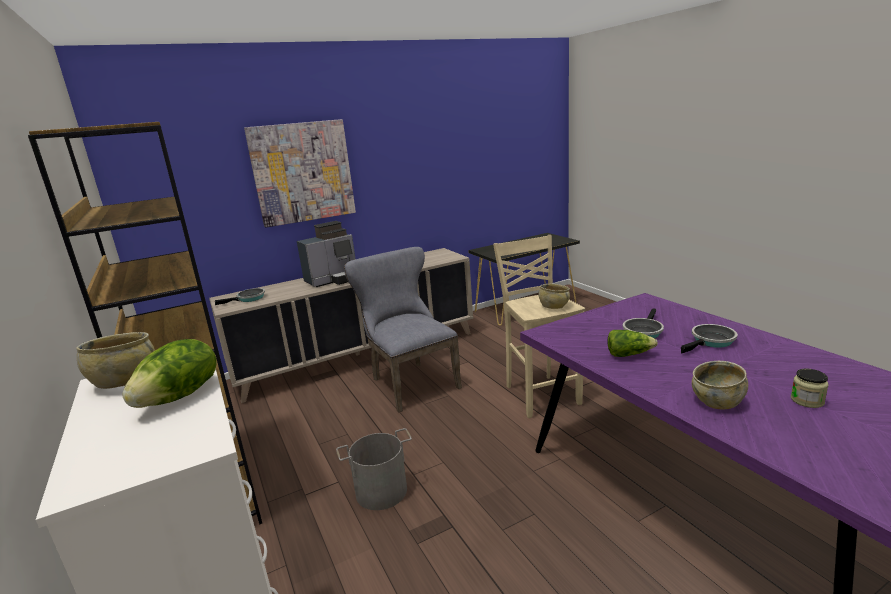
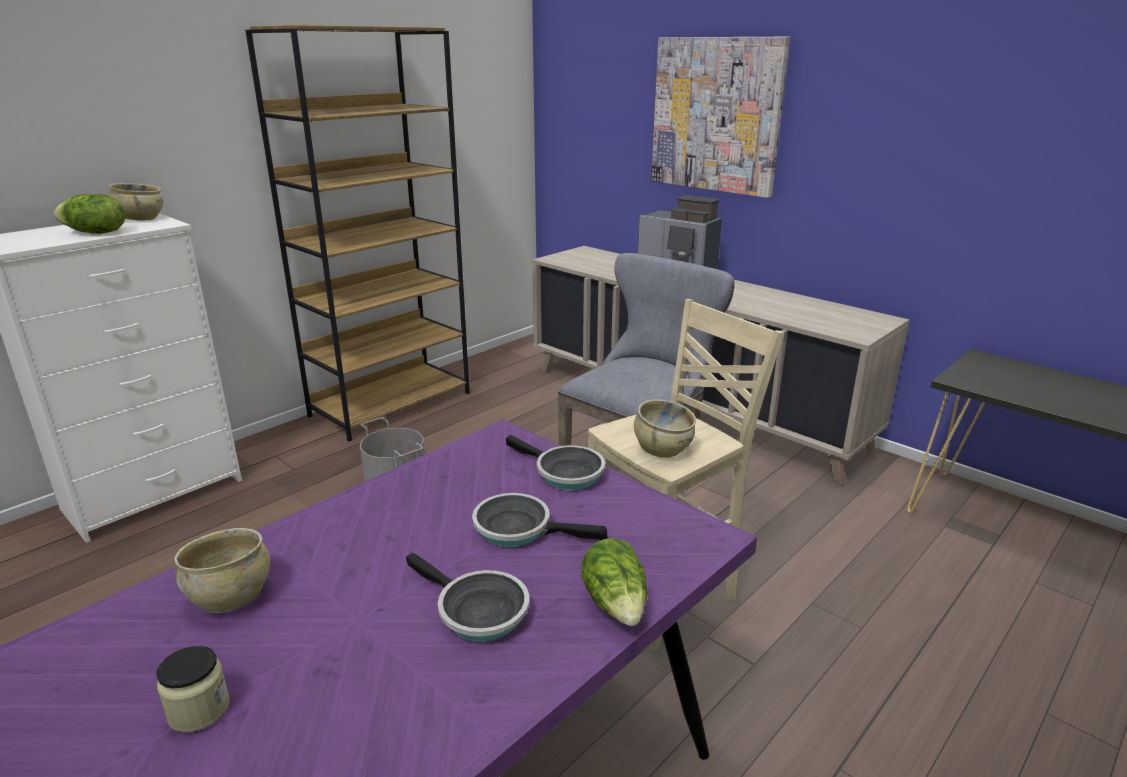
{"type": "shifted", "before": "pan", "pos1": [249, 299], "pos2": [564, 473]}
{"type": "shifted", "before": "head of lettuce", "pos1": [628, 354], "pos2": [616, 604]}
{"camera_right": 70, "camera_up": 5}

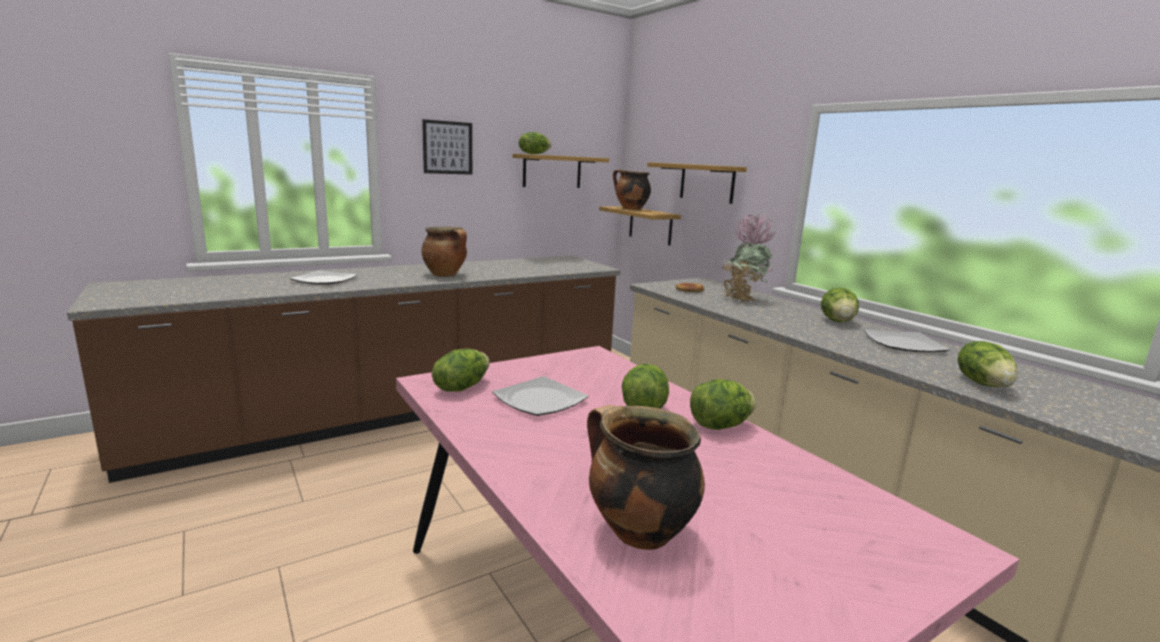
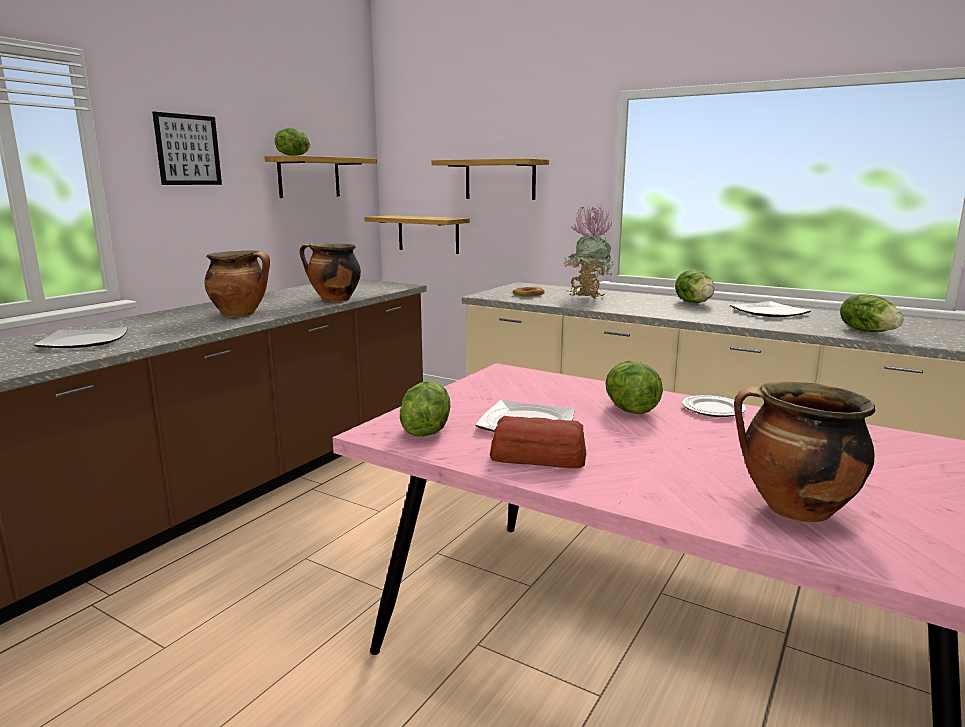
{"type": "shifted", "before": "cooking pot", "pos1": [630, 209], "pos2": [334, 300]}
{"type": "swapped", "before": "head of lettuce", "after": "dinner plate", "pos1": [719, 426], "pos2": [712, 409]}
{"type": "new", "after": "bread", "pos2": [537, 456]}
{"camera_right": -25, "camera_up": 0}

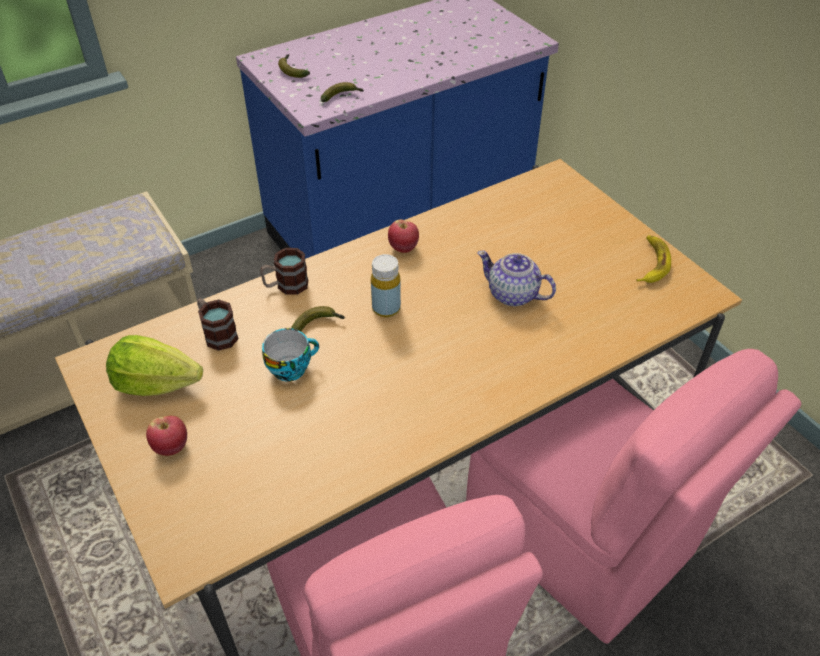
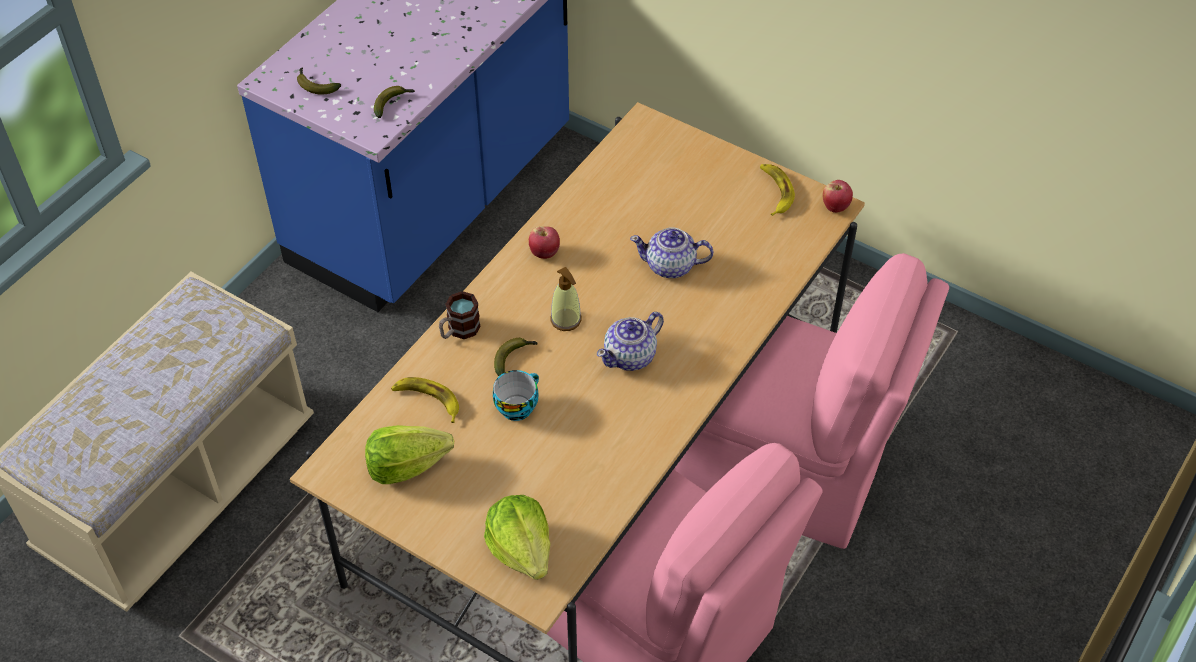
{"type": "shifted", "before": "apple", "pos1": [171, 447], "pos2": [835, 207]}
{"type": "swapped", "before": "tea mug", "after": "banana fruit", "pos1": [217, 334], "pos2": [427, 400]}
{"type": "swapped", "before": "beverage bottle in yellowish", "after": "liquid soap bottle", "pos1": [386, 308], "pos2": [566, 320]}
{"type": "new", "after": "head of lettuce", "pos2": [521, 548]}
{"type": "new", "after": "pot for tea", "pos2": [631, 356]}
{"camera_right": -25, "camera_up": 5}

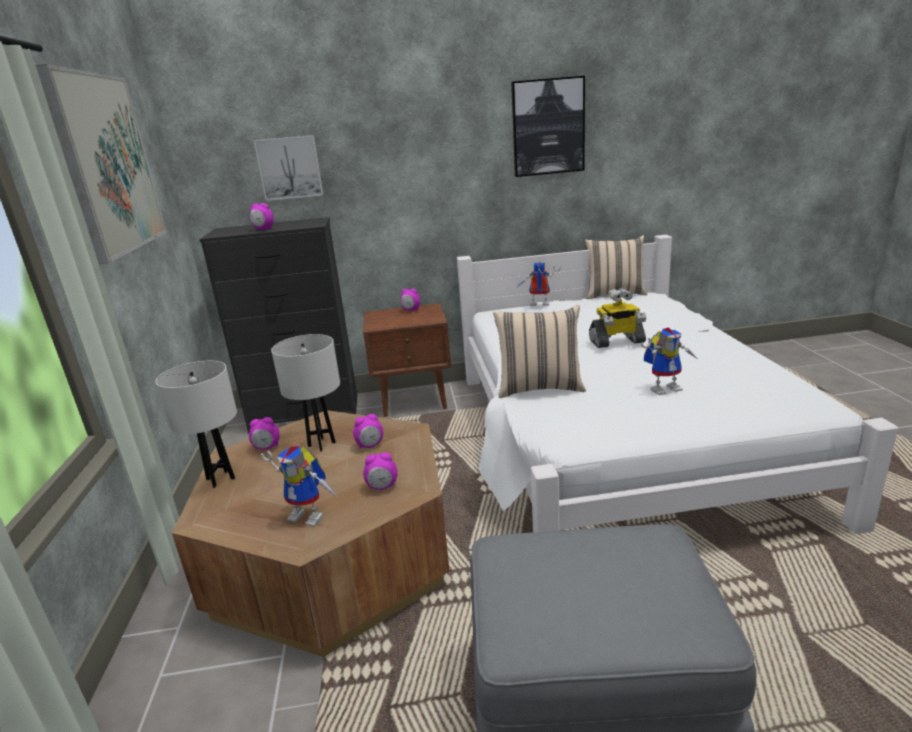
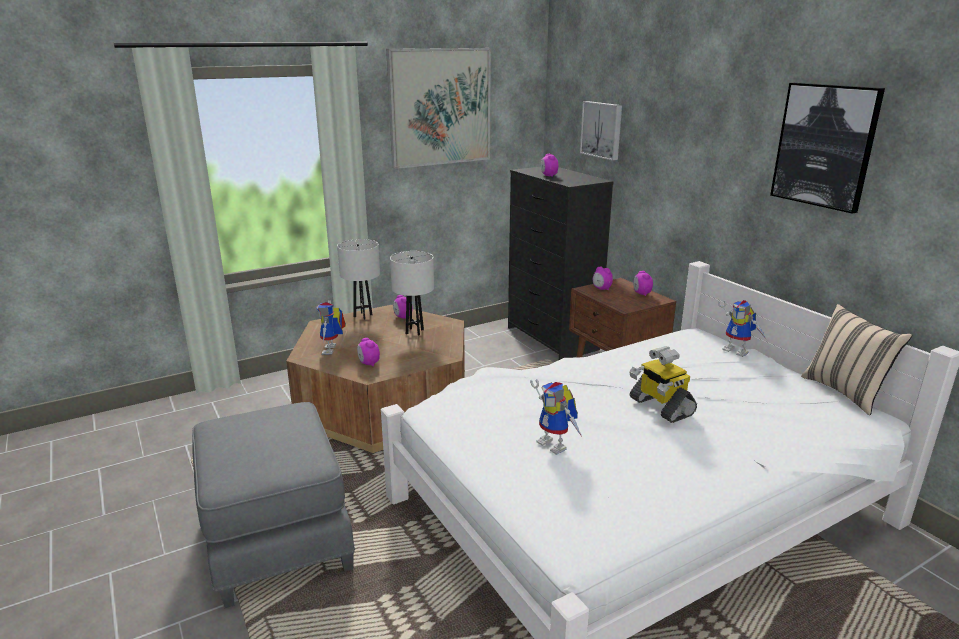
{"type": "shifted", "before": "alarm clock", "pos1": [370, 446], "pos2": [601, 289]}
{"type": "gone", "before": "throw pillow in beige-coloured", "pos1": [539, 388]}
{"type": "rotated", "before": "toy robot", "pos1": [537, 306], "pos2": [738, 351], "turn": 150}
{"camera_right": 65, "camera_up": 0}

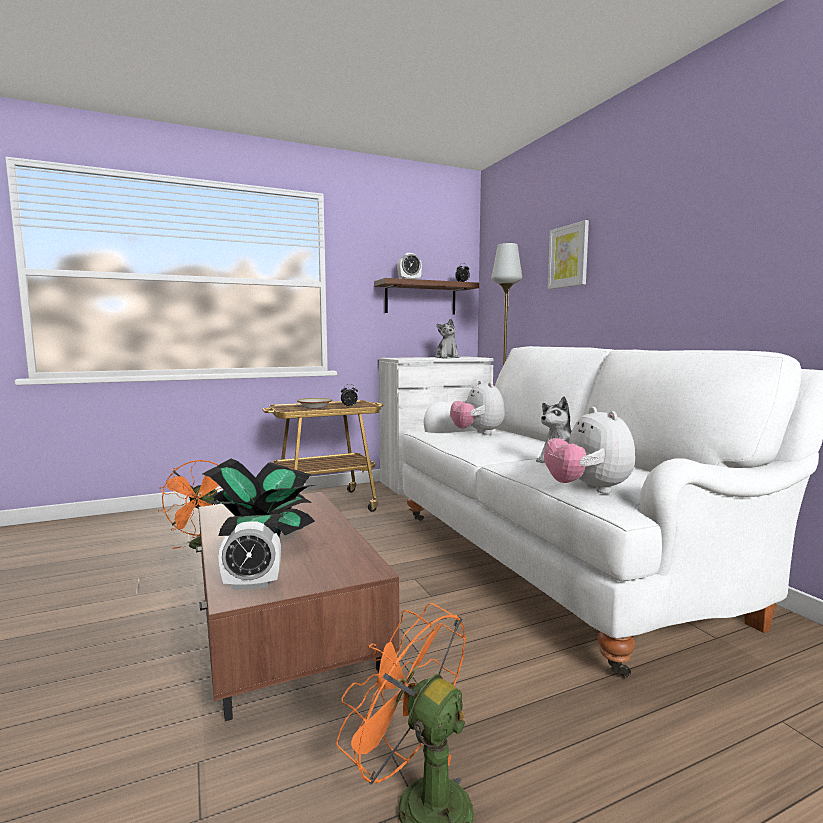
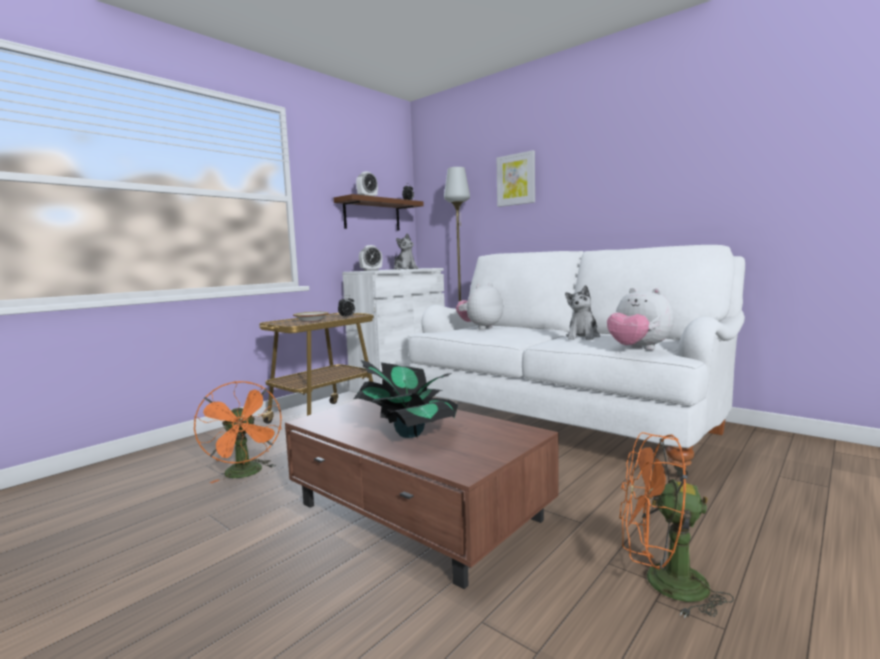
{"type": "shifted", "before": "alarm clock", "pos1": [252, 584], "pos2": [371, 270]}
{"type": "rotated", "before": "cuddly toy", "pos1": [477, 433], "pos2": [480, 328], "turn": 90}
{"camera_right": -25, "camera_up": 0}

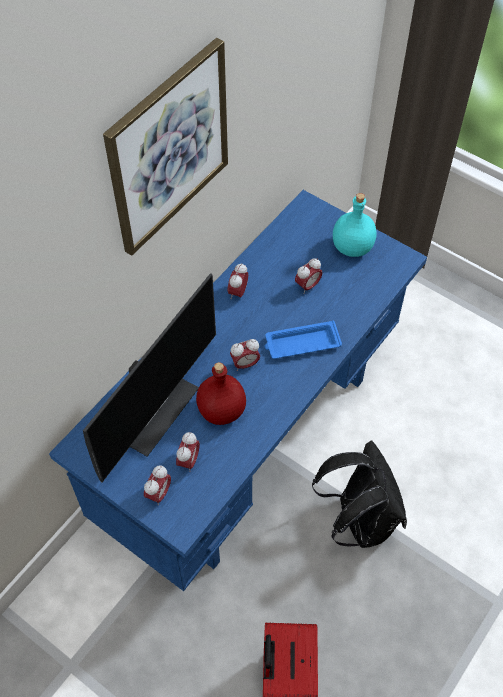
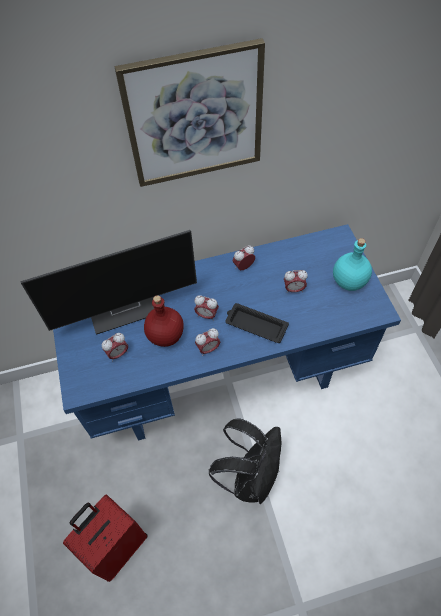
{"type": "shifted", "before": "alarm clock", "pos1": [159, 493], "pos2": [208, 349]}
{"type": "repainted", "before": "tray in blue-coloured", "after": "tray in blackish", "pos1": [301, 343], "pos2": [255, 325]}
{"camera_right": 40, "camera_up": 0}

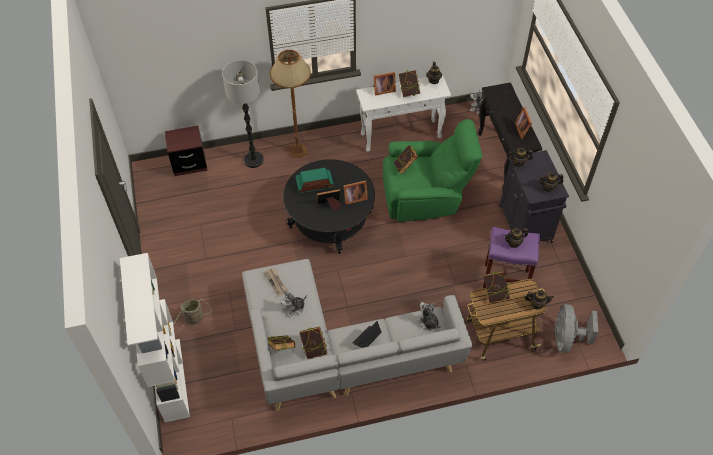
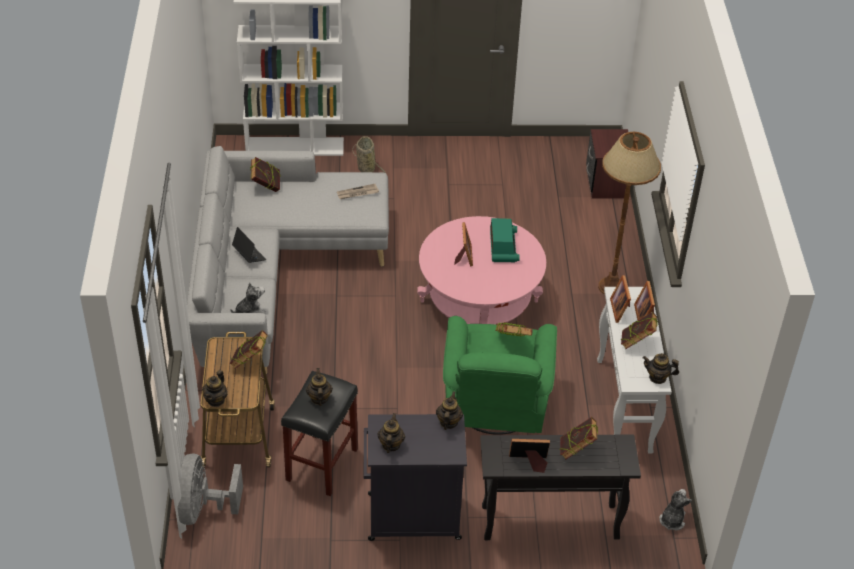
{"type": "gone", "before": "standing lamp", "pos1": [253, 160]}
{"type": "gone", "before": "cuddly toy", "pos1": [294, 308]}
{"type": "repainted", "before": "low table in blackish", "after": "low table in pink", "pos1": [330, 220], "pos2": [479, 301]}
{"type": "shifted", "before": "book", "pos1": [314, 349], "pos2": [576, 451]}
{"type": "shifted", "before": "photo frame", "pos1": [354, 198], "pos2": [621, 309]}
{"type": "repainted", "before": "stool in purple-coloured", "after": "stool in blackish", "pos1": [506, 280], "pos2": [322, 465]}
{"type": "rotated", "before": "electric fan in greyish", "pos1": [567, 338], "pos2": [203, 508], "turn": -105}
{"camera_right": 100, "camera_up": -10}

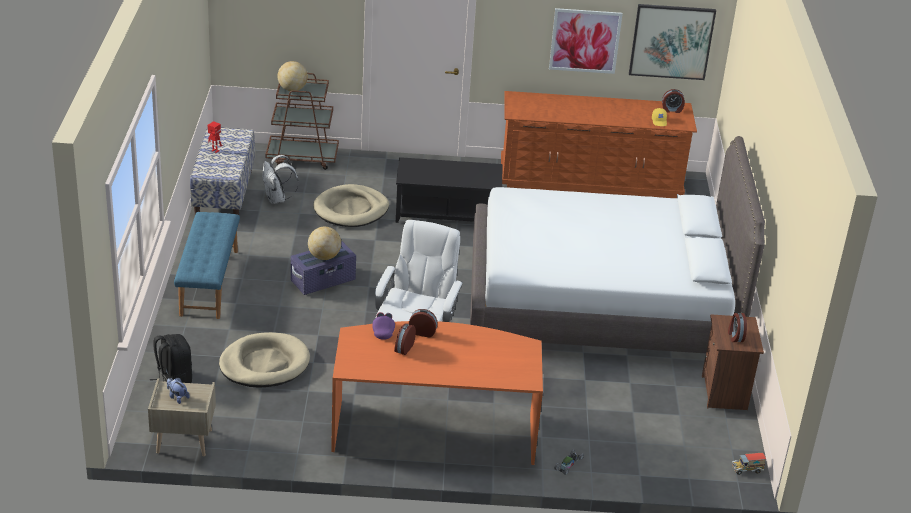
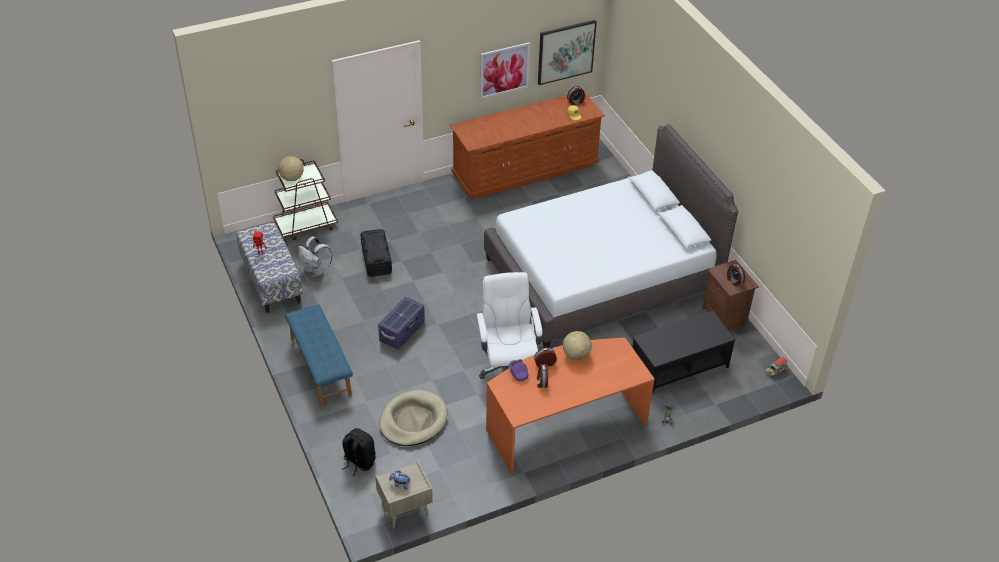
{"type": "shifted", "before": "desk globe", "pos1": [324, 257], "pos2": [576, 355]}
{"type": "swapped", "before": "dog cushion in beige-coloured", "after": "storage container in blackish", "pos1": [351, 209], "pos2": [376, 260]}
{"type": "shifted", "before": "low table in blackish", "pos1": [447, 212], "pos2": [678, 365]}
{"camera_right": -25, "camera_up": 10}

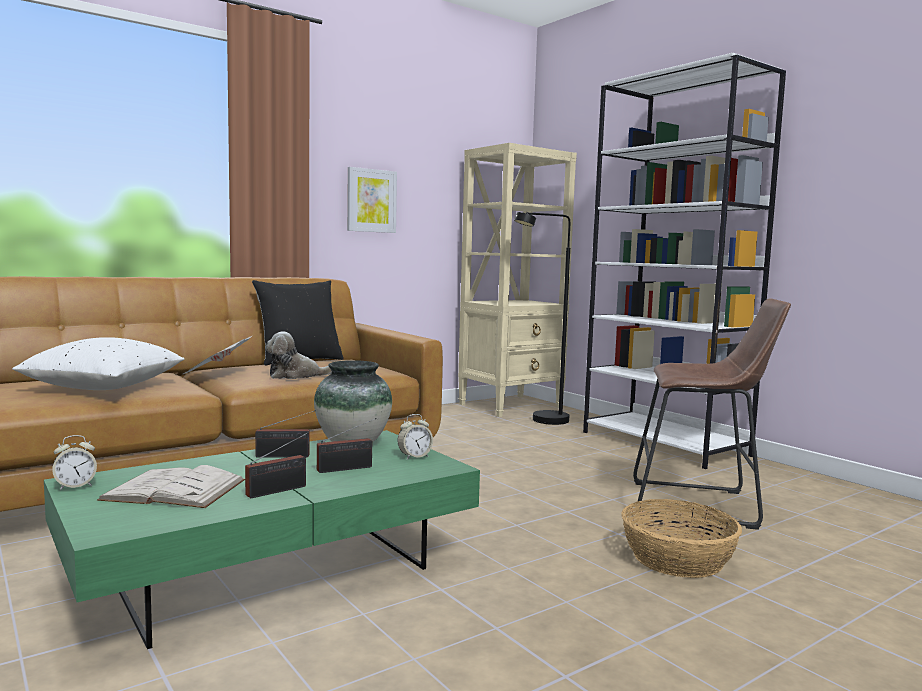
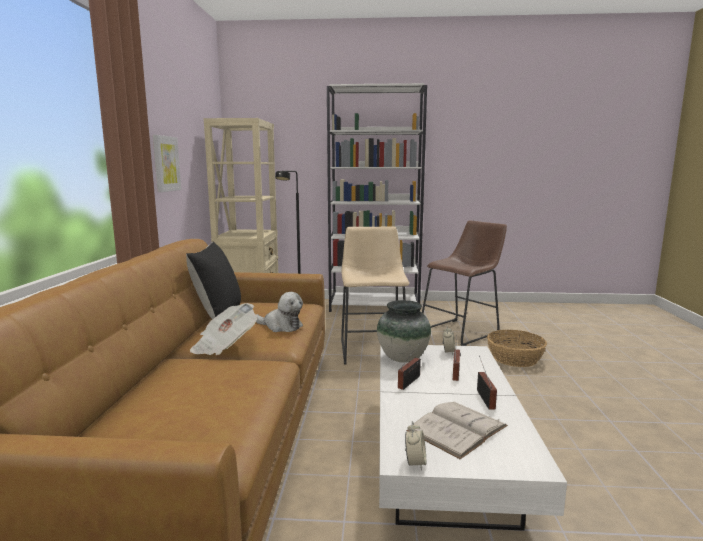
{"type": "gone", "before": "throw pillow in whitish", "pos1": [104, 387]}
{"type": "repainted", "before": "low table in green", "after": "low table in whitish", "pos1": [273, 572], "pos2": [443, 458]}
{"type": "rotated", "before": "cuddly toy", "pos1": [295, 376], "pos2": [281, 326], "turn": -90}
{"type": "new", "after": "stool in beige-coloured", "pos2": [372, 349]}
{"camera_right": -50, "camera_up": 5}

